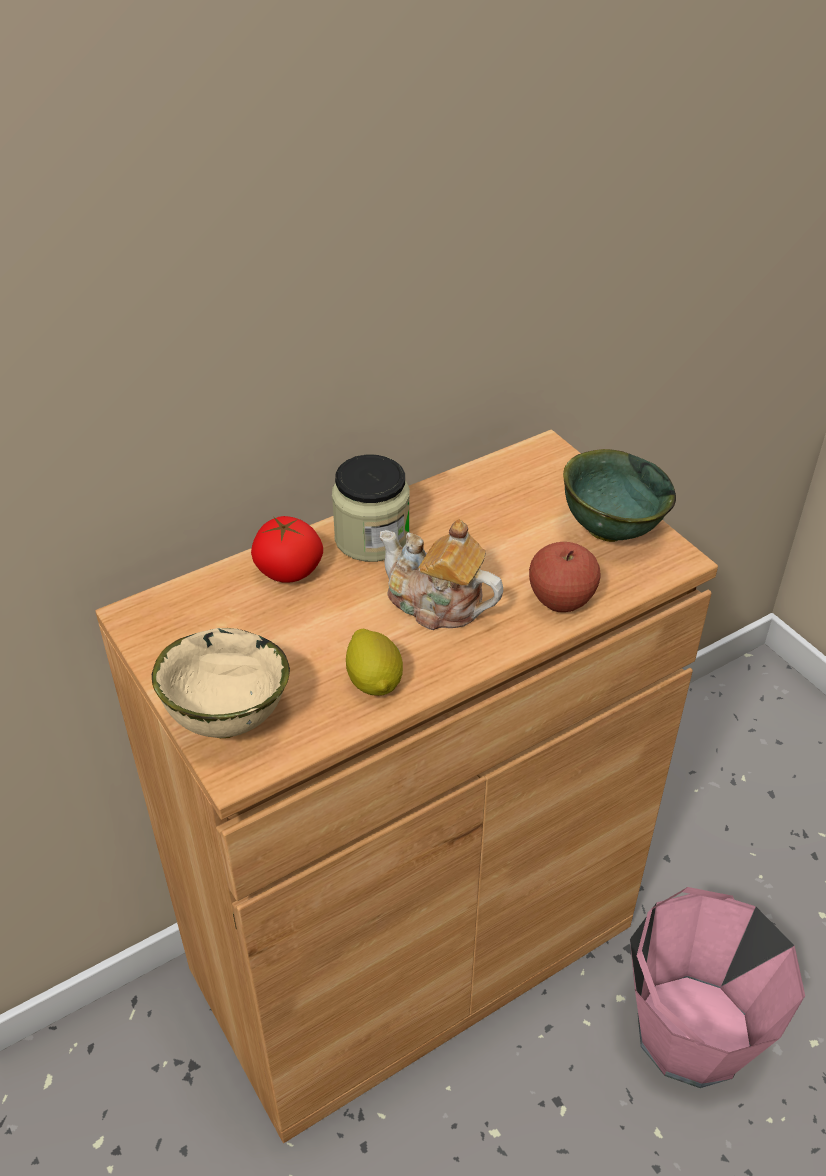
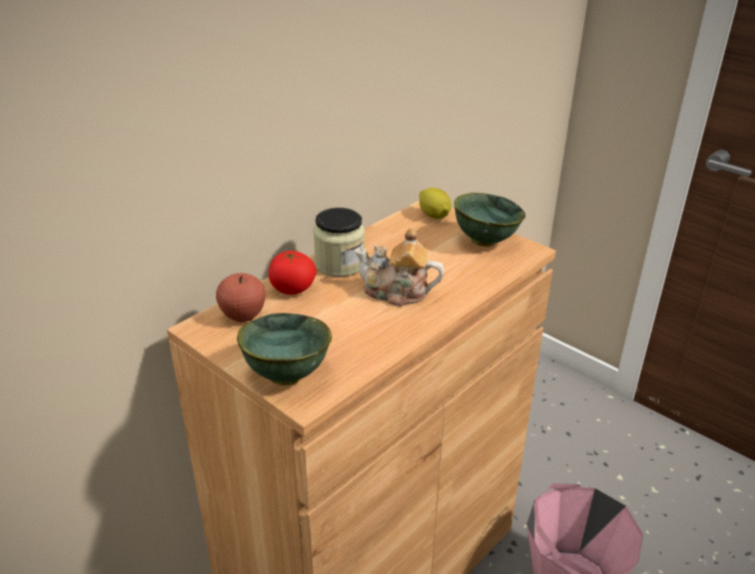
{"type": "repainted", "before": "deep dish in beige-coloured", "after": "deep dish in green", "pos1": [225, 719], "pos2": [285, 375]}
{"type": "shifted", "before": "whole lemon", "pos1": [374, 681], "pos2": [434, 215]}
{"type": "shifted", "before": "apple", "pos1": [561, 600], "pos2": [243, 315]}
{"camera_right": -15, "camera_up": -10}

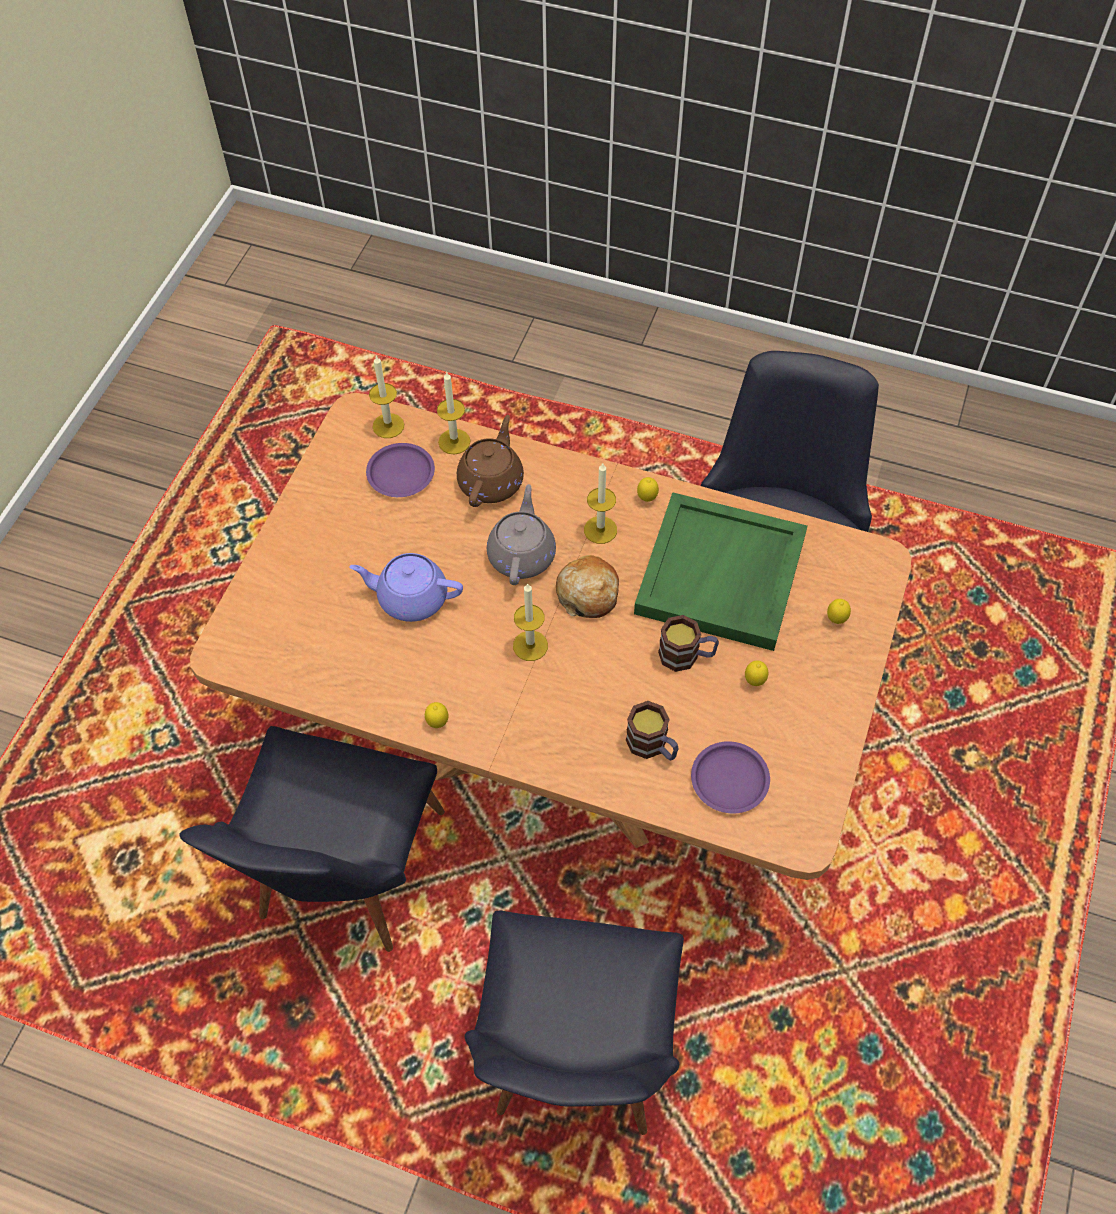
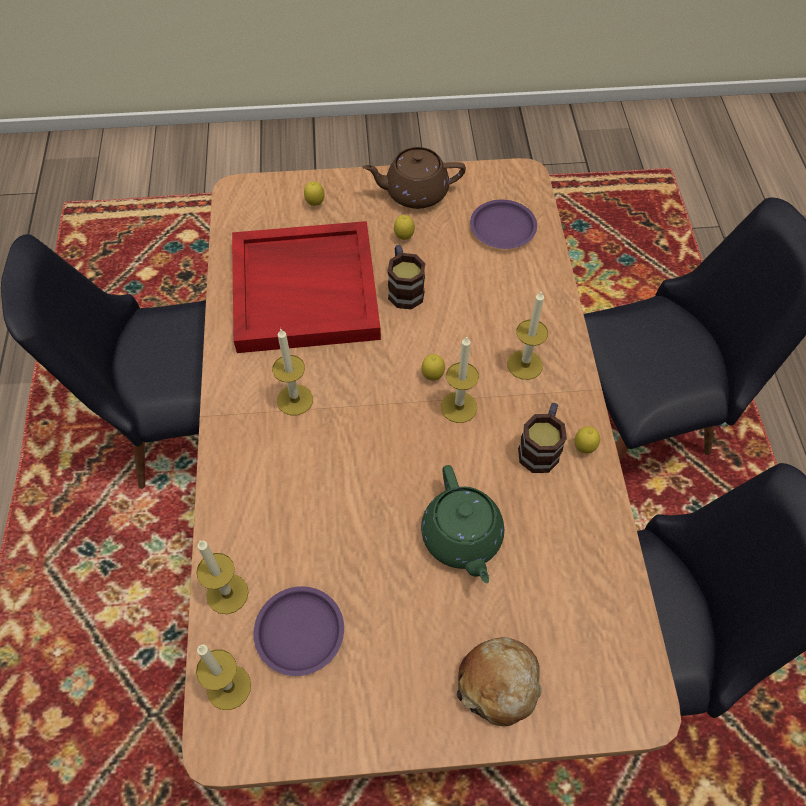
{"type": "repainted", "before": "pot for tea in purple-coloured", "after": "pot for tea in green", "pos1": [411, 597], "pos2": [462, 538]}
{"type": "shifted", "before": "pot for tea in brown", "pos1": [491, 481], "pos2": [415, 193]}
{"type": "gone", "before": "pot for tea in greyish", "pos1": [522, 554]}
{"type": "shifted", "before": "bread", "pos1": [588, 593], "pos2": [499, 684]}
{"type": "shifted", "before": "tea mug", "pos1": [652, 746], "pos2": [541, 447]}
{"type": "repainted", "before": "tray in green", "after": "tray in red-coloured", "pos1": [721, 576], "pos2": [306, 289]}
{"type": "shifted", "before": "whole lemon", "pos1": [647, 498], "pos2": [432, 377]}
{"type": "new", "after": "wax light", "pos2": [525, 365]}
{"camera_right": -115, "camera_up": 0}

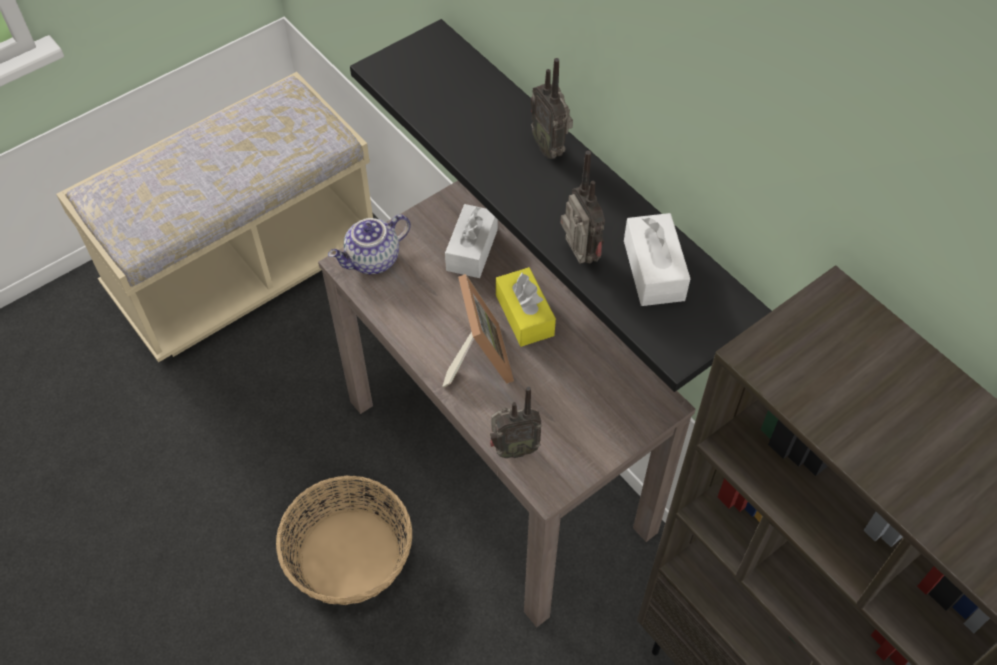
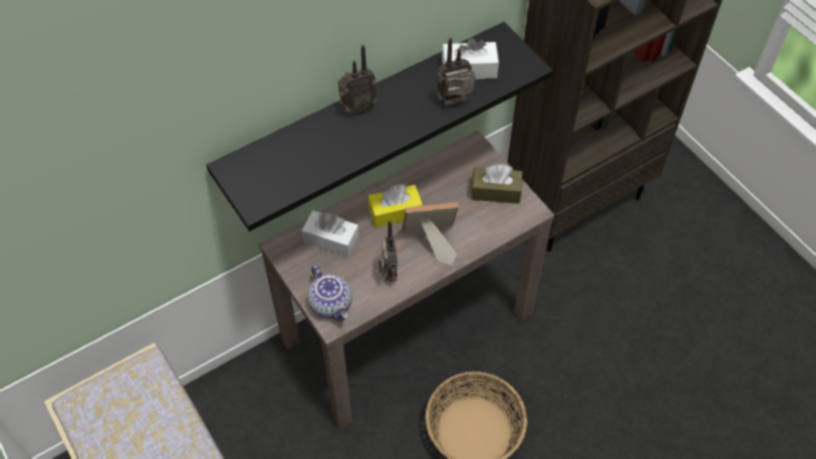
{"type": "shifted", "before": "radio set", "pos1": [513, 449], "pos2": [388, 275]}
{"type": "new", "after": "box of tissues in brown", "pos2": [496, 191]}
{"camera_right": -85, "camera_up": 0}

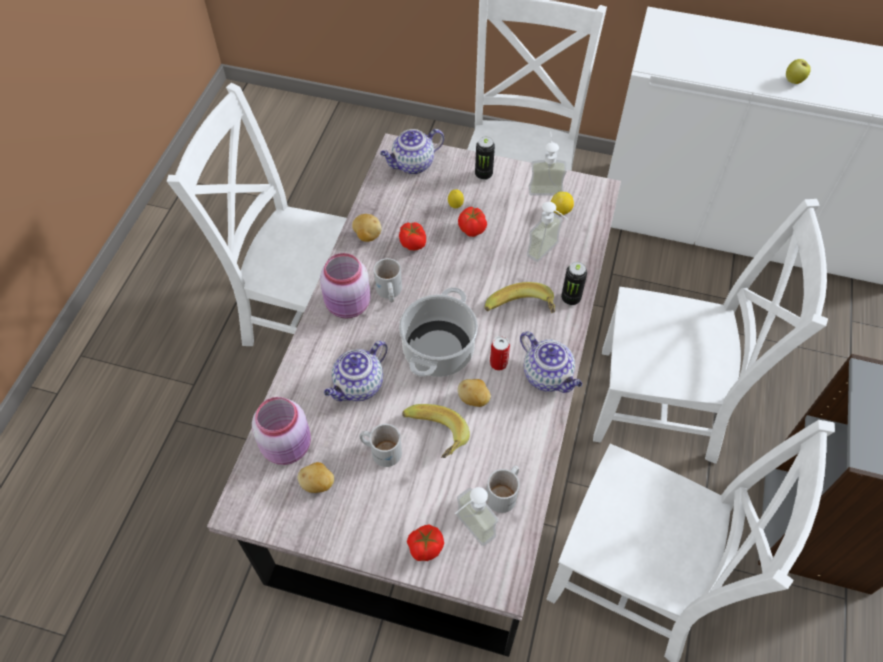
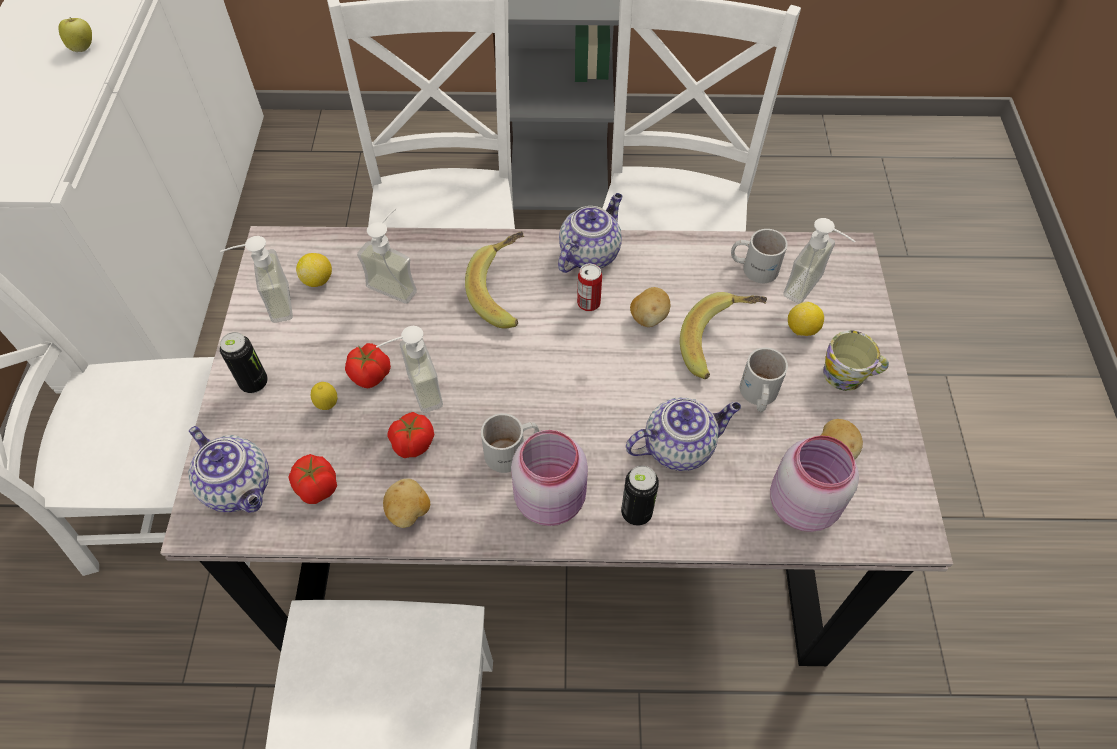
{"type": "rotated", "before": "pot for tea", "pos1": [358, 386], "pos2": [679, 446], "turn": -45}
{"type": "gone", "before": "cooking pot", "pos1": [438, 351]}
{"type": "shifted", "before": "tomato", "pos1": [425, 547], "pos2": [317, 488]}
{"type": "shifted", "before": "can", "pos1": [570, 298], "pos2": [636, 513]}
{"type": "new", "after": "liquid soap bottle", "pos2": [414, 393]}
{"type": "new", "after": "whole lemon", "pos2": [801, 330]}
{"type": "new", "after": "tea mug", "pos2": [850, 375]}
{"camera_right": -105, "camera_up": 0}

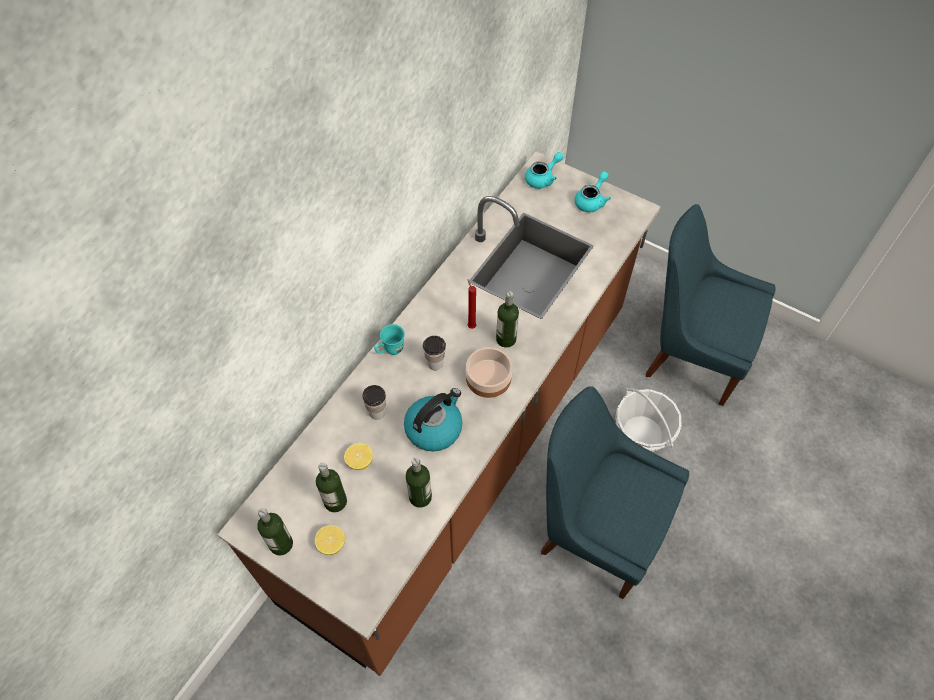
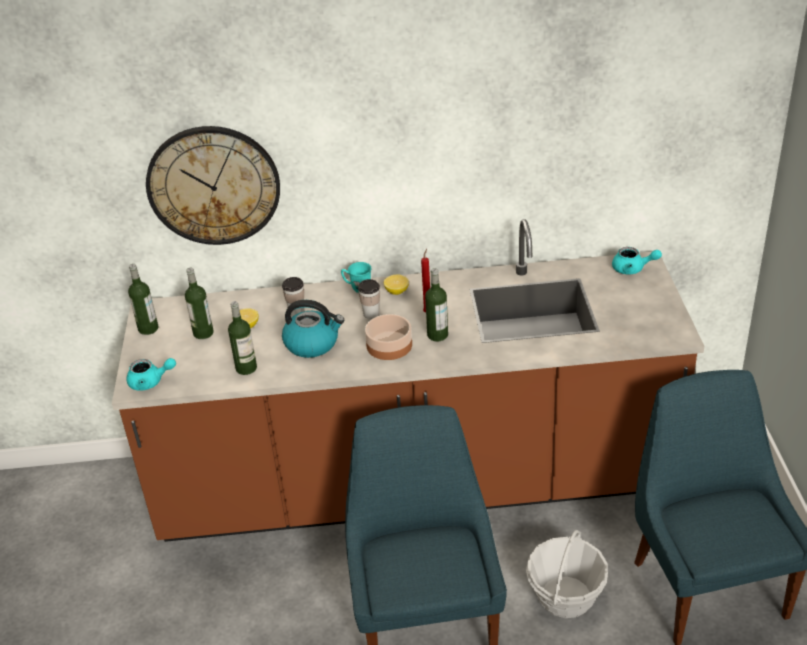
{"type": "shifted", "before": "whole lemon", "pos1": [331, 544], "pos2": [396, 291]}
{"type": "shifted", "before": "pot for tea in blue-green", "pos1": [591, 200], "pos2": [150, 382]}
{"type": "new", "after": "clock on the wall", "pos2": [213, 185]}
{"camera_right": 55, "camera_up": -20}

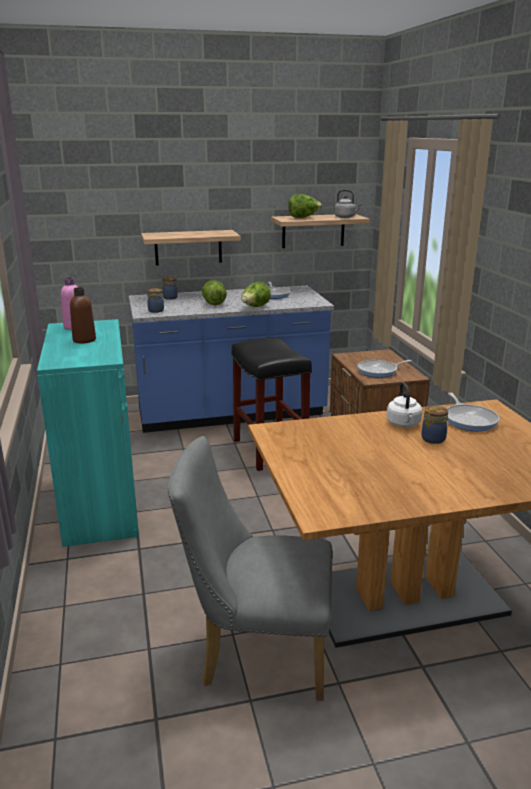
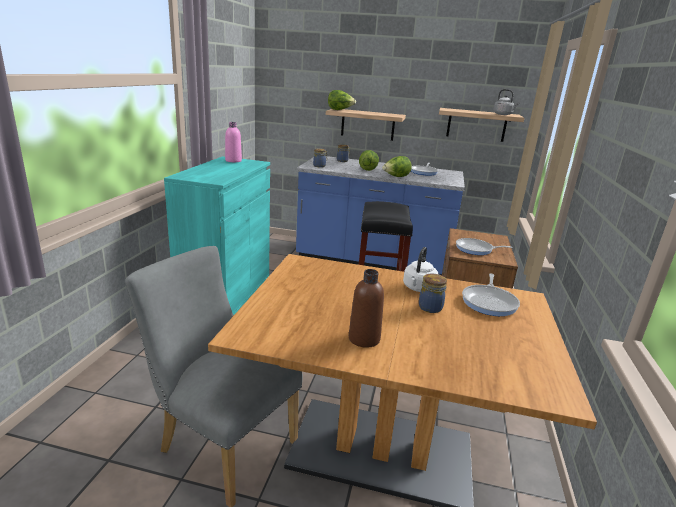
{"type": "shifted", "before": "beverage bottle in brown", "pos1": [84, 340], "pos2": [364, 339]}
{"type": "shifted", "before": "head of lettuce", "pos1": [303, 218], "pos2": [340, 110]}
{"camera_right": 25, "camera_up": 0}

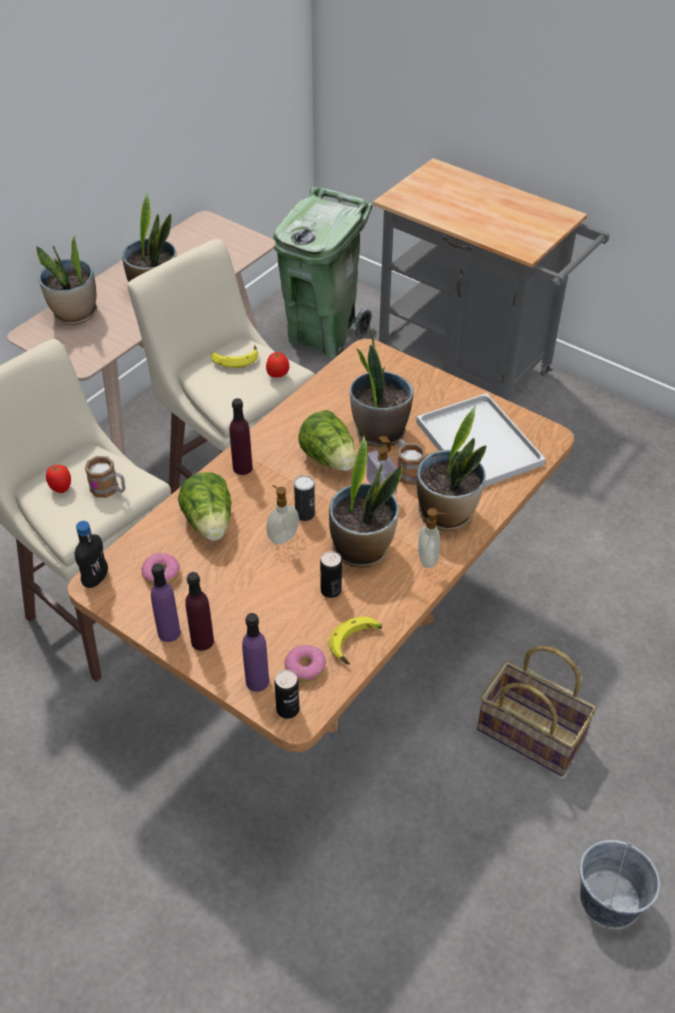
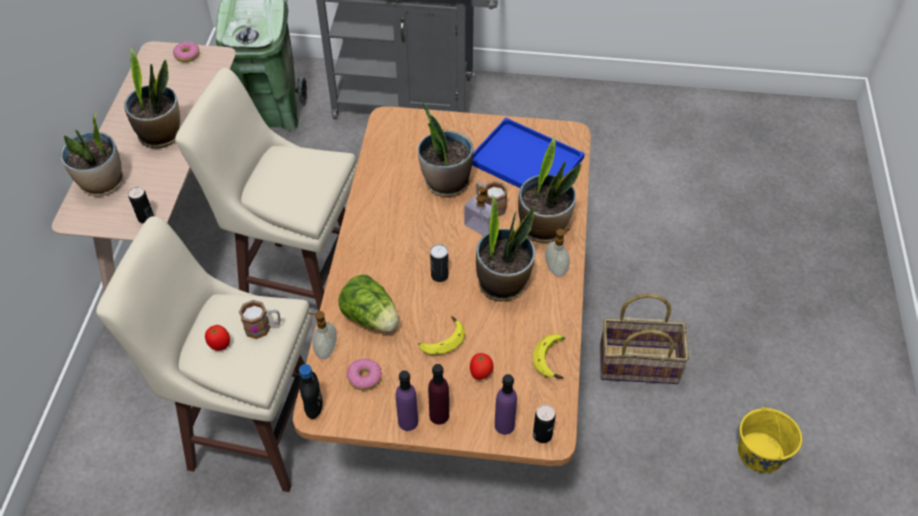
{"type": "shifted", "before": "banana fruit", "pos1": [235, 359], "pos2": [441, 339]}
{"type": "gone", "before": "beverage bottle in purple-coloured", "pos1": [242, 468]}
{"type": "shifted", "before": "tomato", "pos1": [278, 375], "pos2": [481, 374]}
{"type": "shifted", "before": "liquid soap bottle", "pos1": [282, 537], "pos2": [325, 350]}
{"type": "shifted", "before": "ring doughnut", "pos1": [305, 668], "pos2": [187, 56]}
{"type": "gone", "before": "head of lettuce", "pos1": [329, 459]}
{"type": "shifted", "before": "can", "pos1": [331, 590], "pos2": [146, 217]}
{"type": "repainted", "before": "tray in whitish", "after": "tray in blue-coloured", "pos1": [481, 444], "pos2": [528, 160]}
{"type": "repainted", "before": "pail in greyish", "after": "pail in yellowish", "pos1": [609, 899], "pos2": [760, 453]}
{"camera_right": -30, "camera_up": 5}

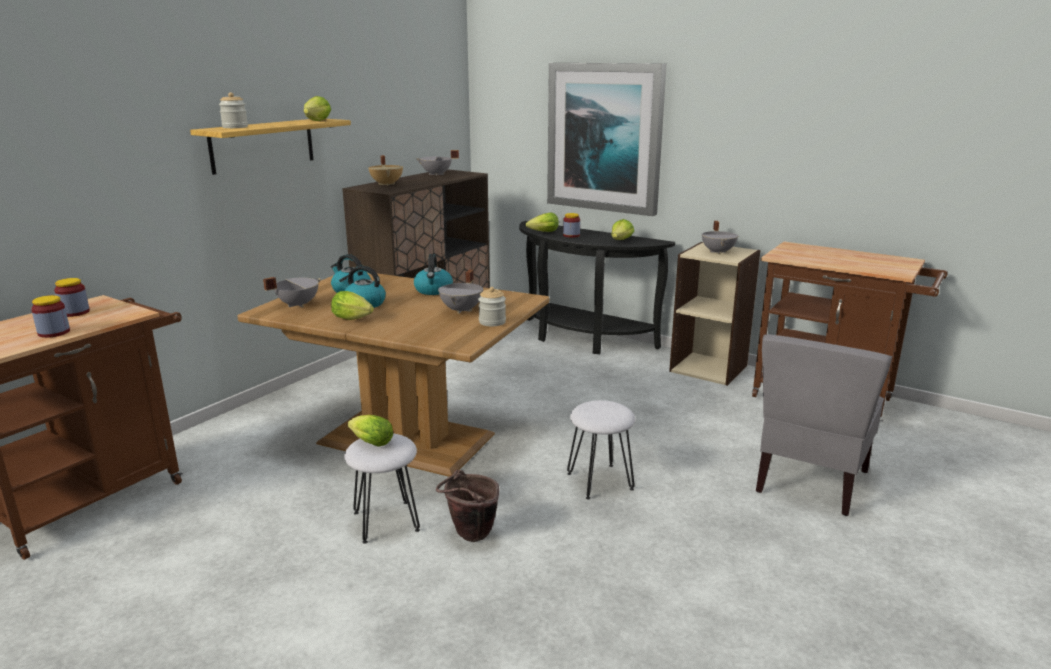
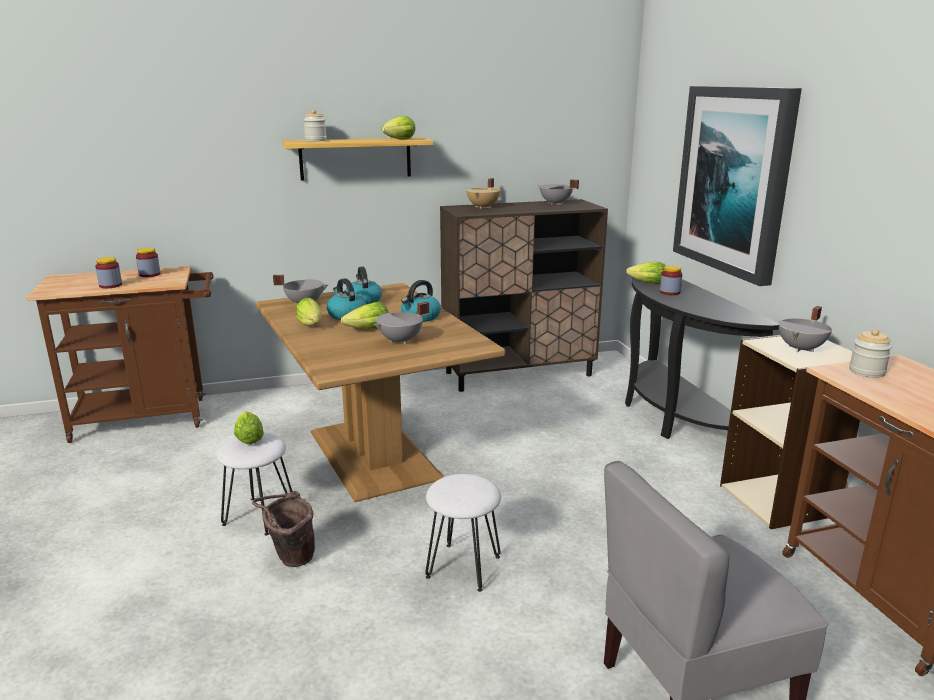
{"type": "shifted", "before": "storage jar", "pos1": [492, 322], "pos2": [866, 372]}
{"type": "shifted", "before": "head of lettuce", "pos1": [621, 240], "pos2": [368, 330]}
{"camera_right": 40, "camera_up": 0}

